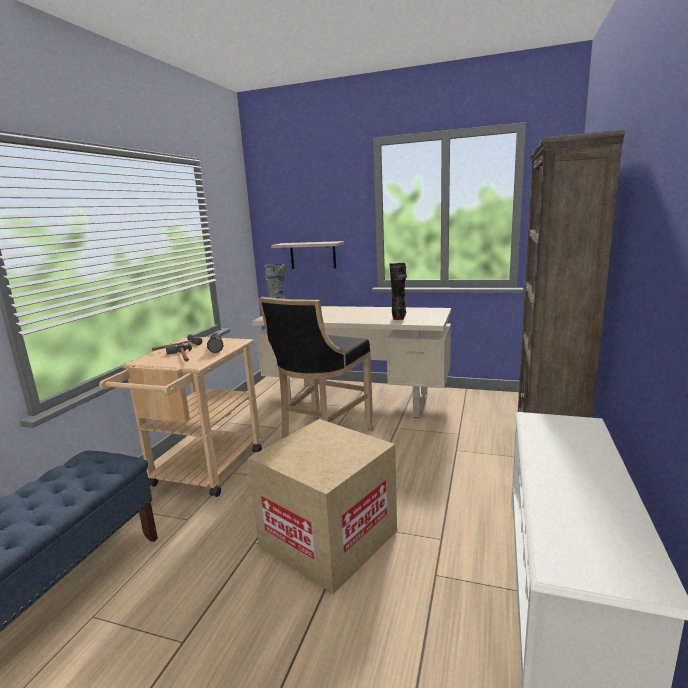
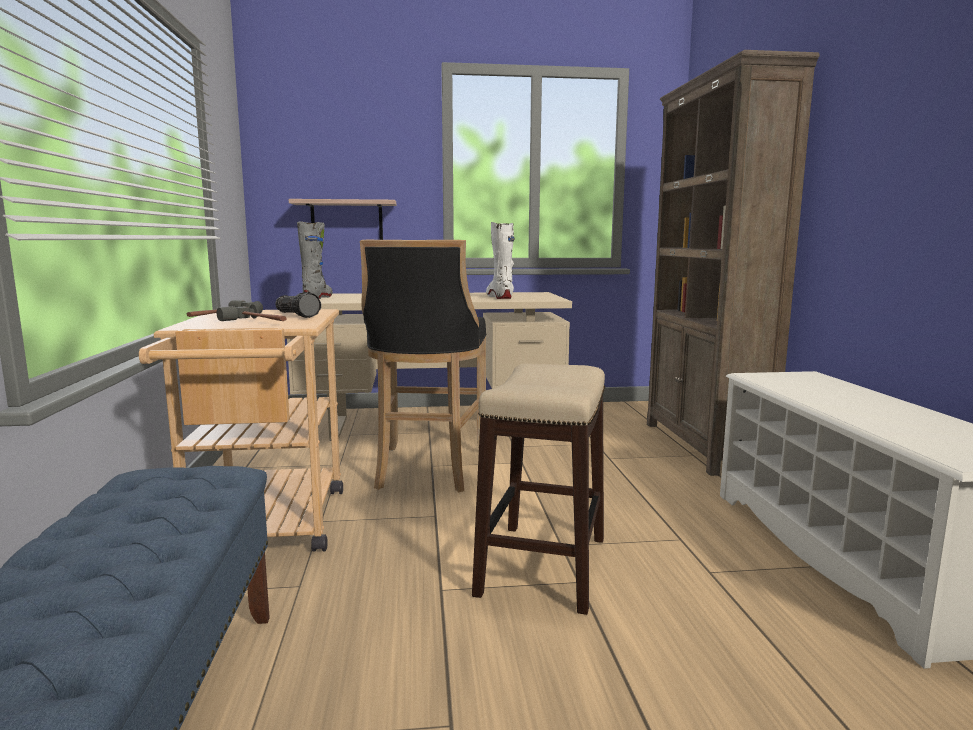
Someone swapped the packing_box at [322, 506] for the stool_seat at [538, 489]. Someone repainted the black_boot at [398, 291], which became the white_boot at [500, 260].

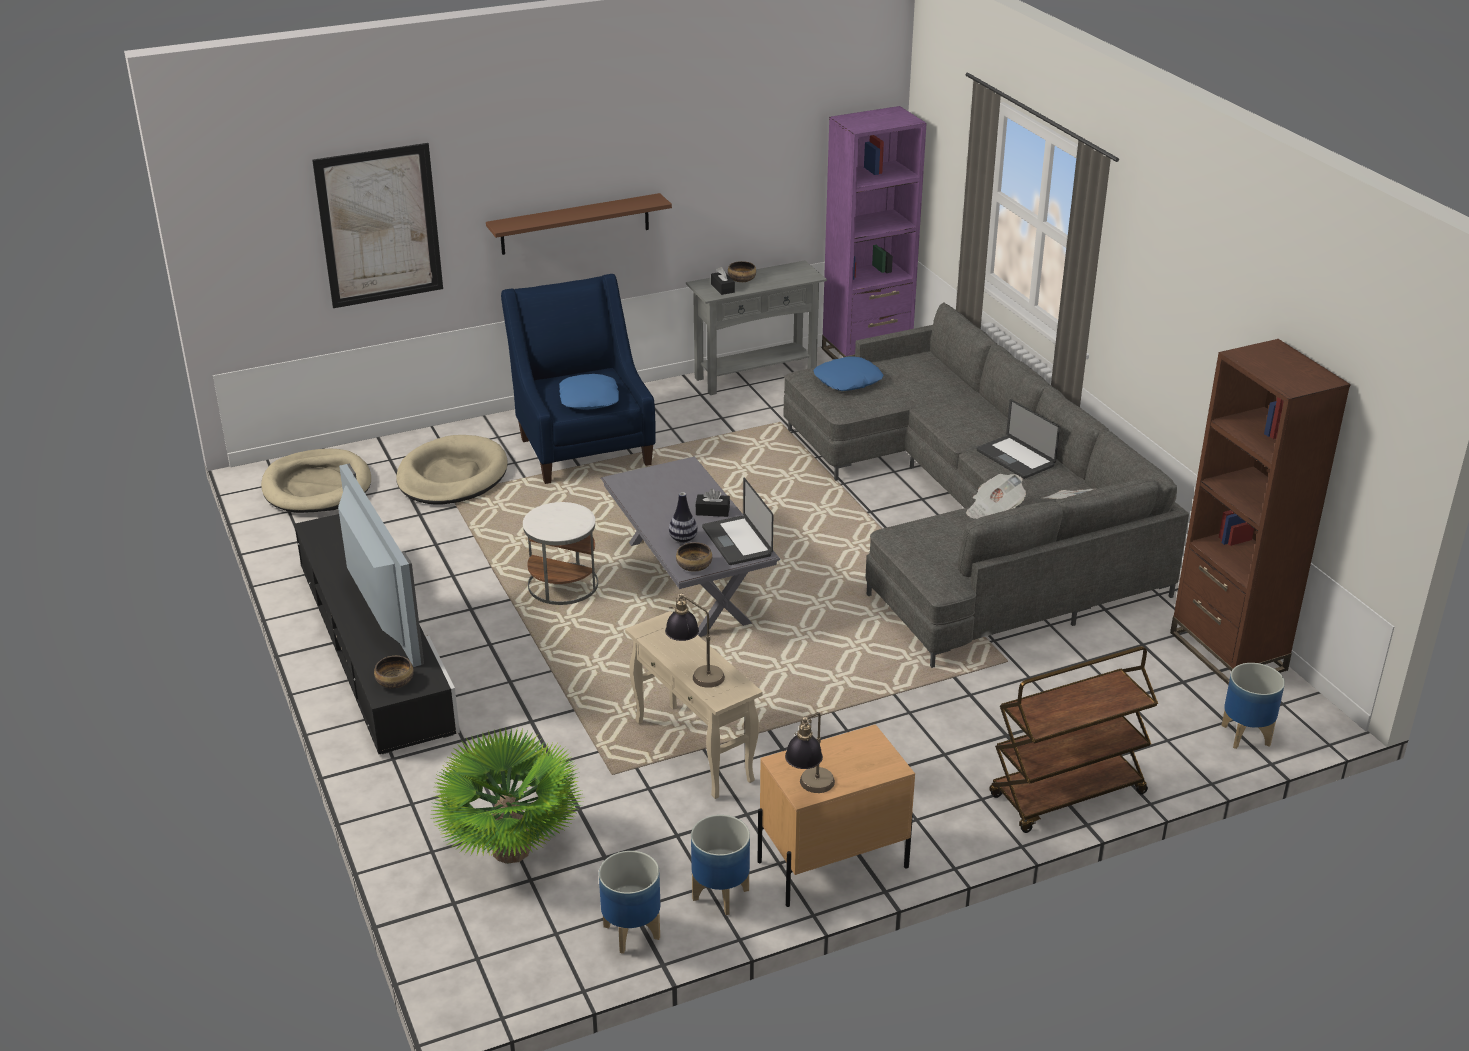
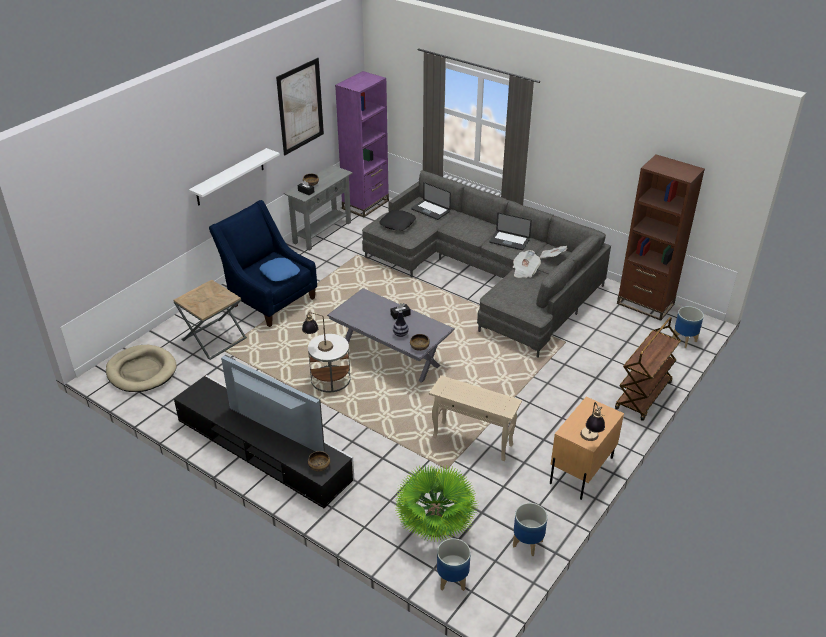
Someone swapped the beige_pet_bed at [452, 469] for the brownish_side_table at [210, 320]. Someone repainted the brownish_wall_shelf at [579, 224], which became the white_wall_shelf at [234, 177]. Someone carried the picture from [377, 225] to [300, 107]. Someone carried the lamp_for_a_table from [695, 640] to [317, 331]. Someone repainted the blue_pillow at [849, 374], which became the black_pillow at [397, 220]. Someone carried the laptop from [737, 521] to [431, 201]. Someone carried the flower_pot from [720, 865] to [454, 564].

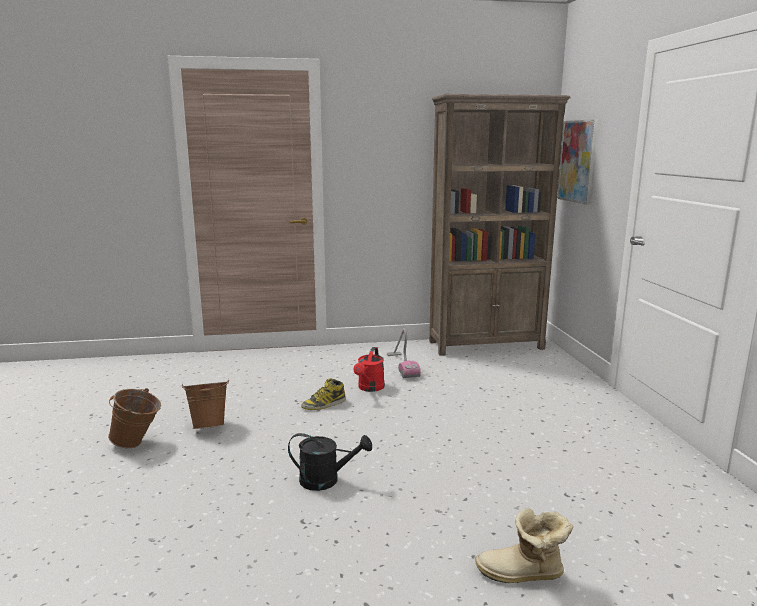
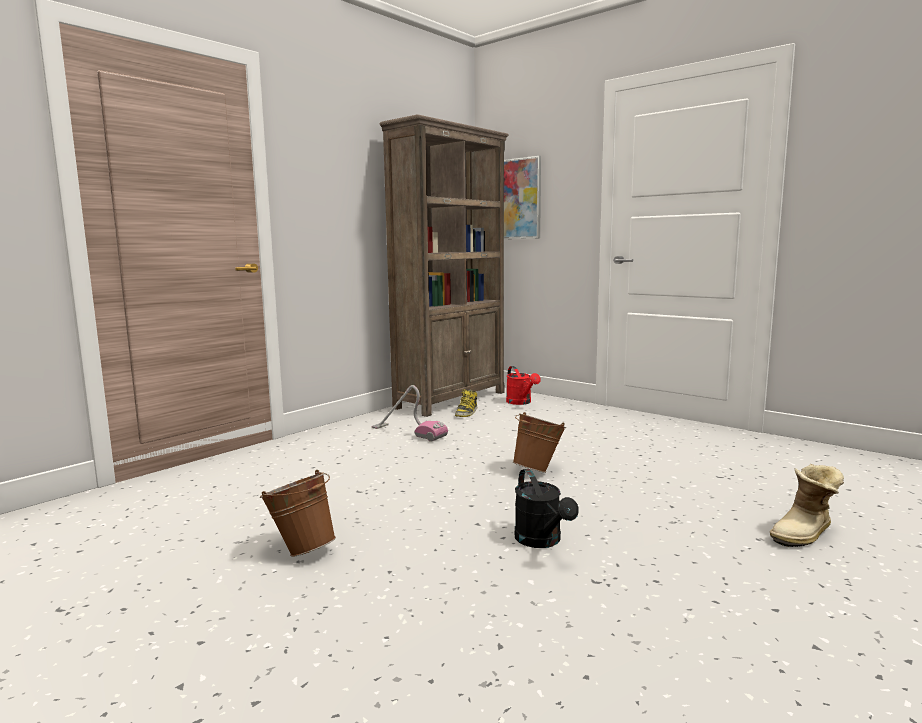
Someone carried the boot from [323, 394] to [466, 403]. Someone carried the red-coloured_watering_pot from [369, 369] to [523, 385]. Someone carried the brownish_water_bucket from [134, 418] to [539, 442]. Someone rotated the black_watering_pot at [330, 462] by 105 degrees clockwise.

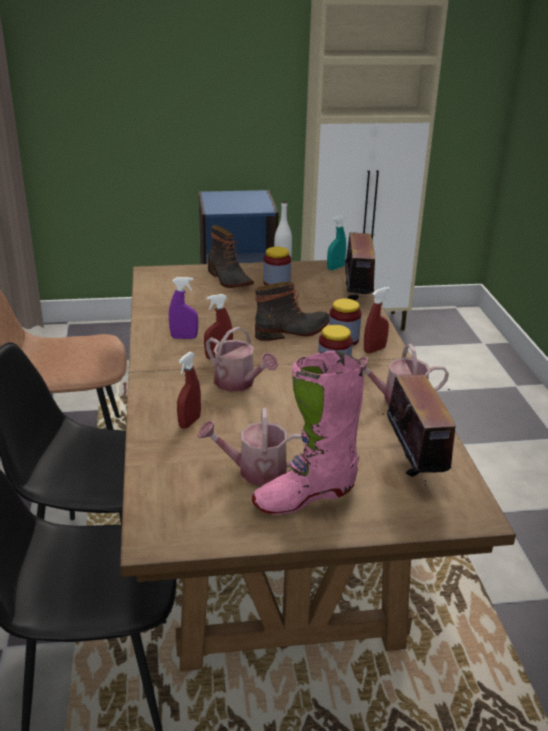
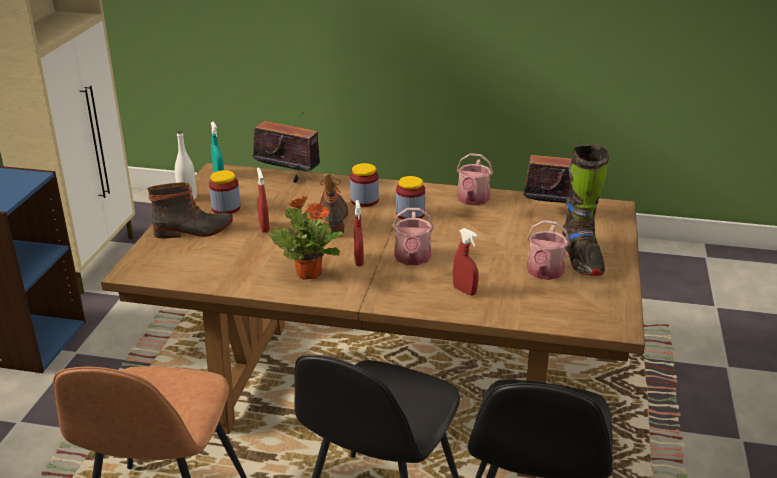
Someone carried the red-coloured_hand_sprayer from [377, 320] to [263, 200]. Someone swapped the purple_hand_sprayer at [183, 308] for the houseplant at [305, 237]. Someone rotated the watering_pot at [242, 359] by 120 degrees clockwise. Someone repainted the pinkish_boot at [308, 433], which became the black_boot at [586, 210].

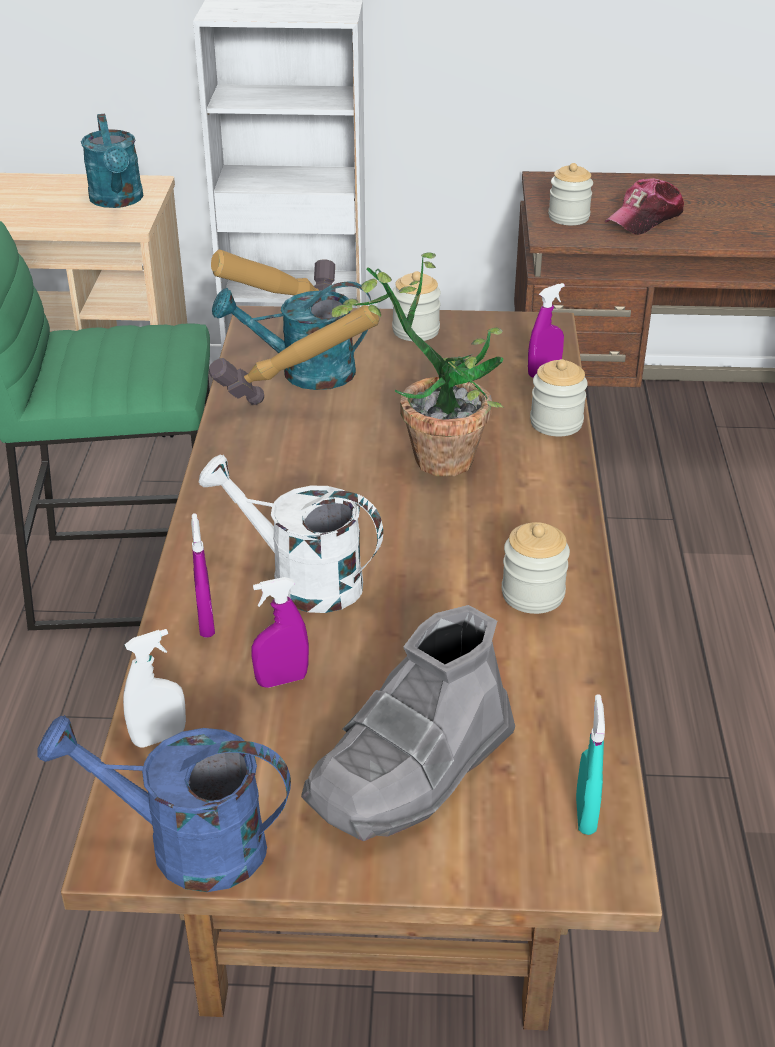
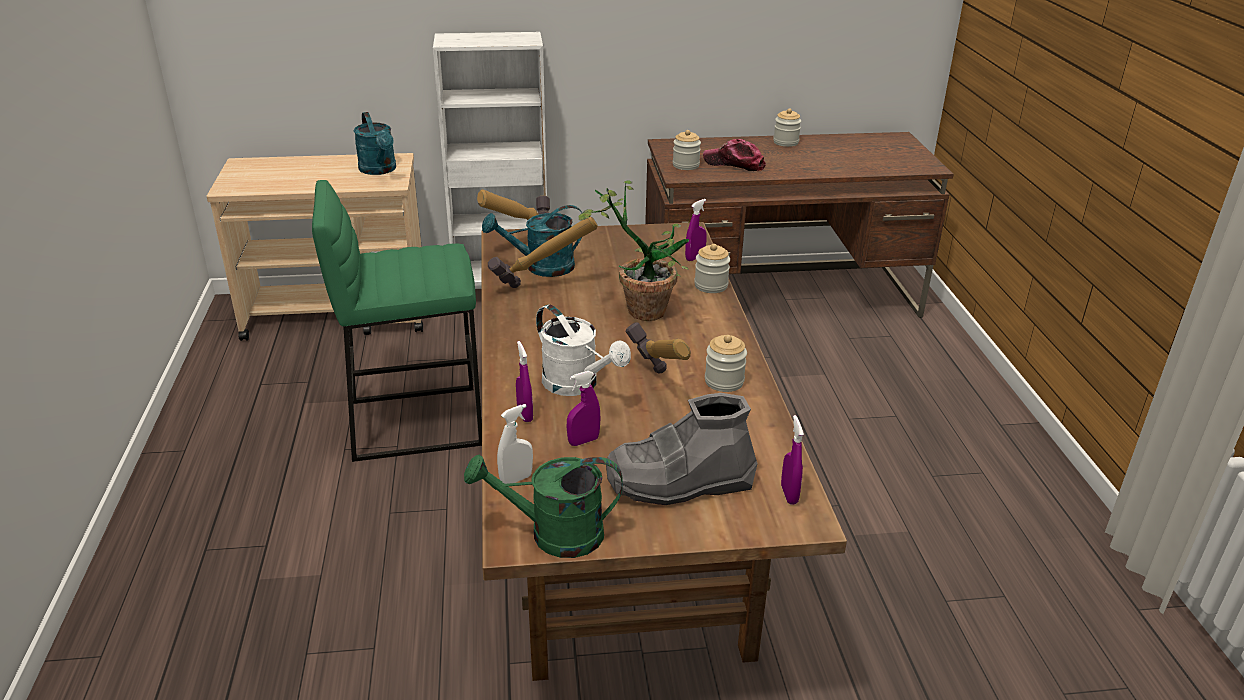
Someone repainted the blue_watering_pot at [164, 803], which became the greenish_watering_pot at [543, 506]. Someone rotated the white_watering_pot at [291, 533] by 150 degrees counterclockwise. Someone rotated the gray_boot at [408, 723] by 45 degrees clockwise. Someone put down the hammer at [658, 348]. Someone rotated the baseball_cap at [644, 206] by 75 degrees clockwise. Someone carried the preserve_jar from [416, 306] to [787, 127]. Someone repainted the blue-green_hand_sprayer at [590, 764], which became the purple_hand_sprayer at [792, 459].

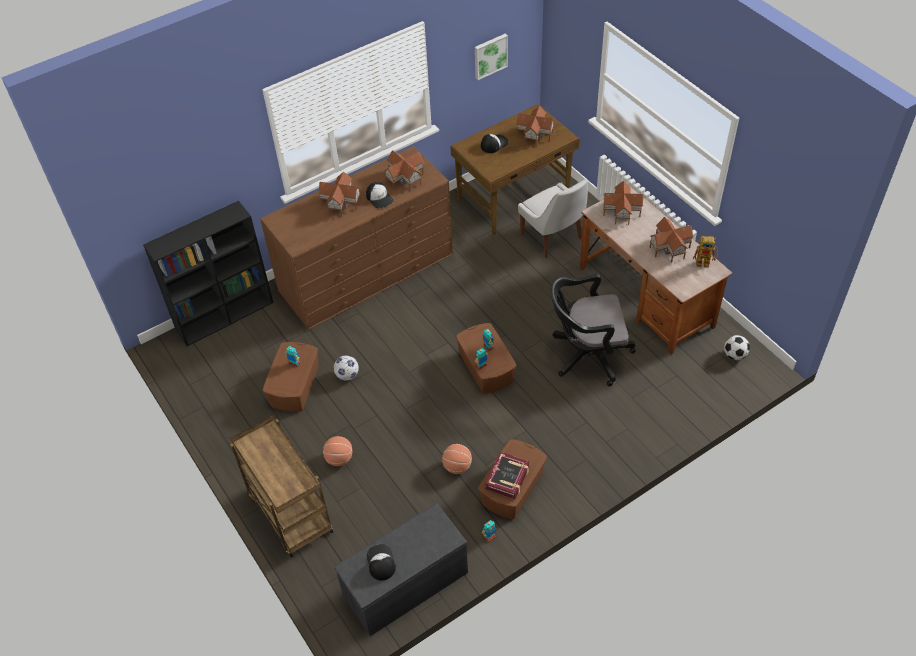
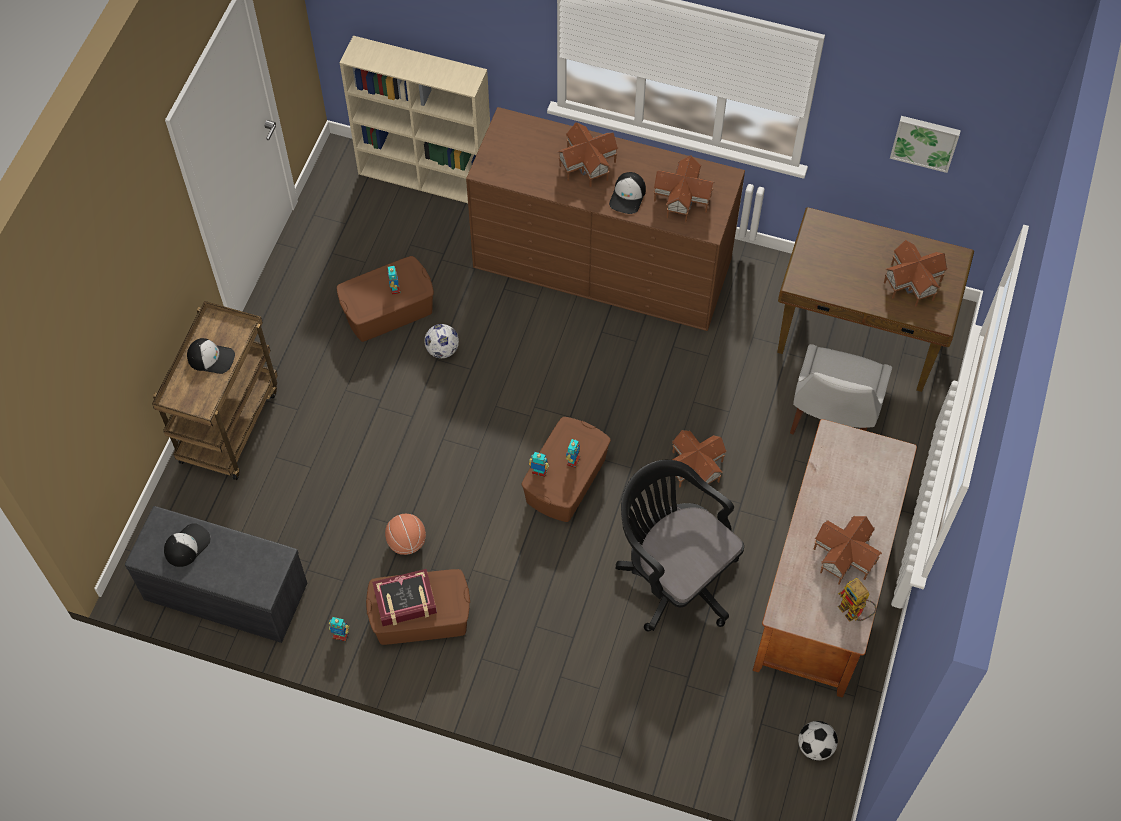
Someone carried the baseball_cap from [494, 143] to [211, 356]. Someone repainted the black_bookcase at [208, 273], which became the beige_bookcase at [415, 119]. Someone carried the toy_house from [623, 202] to [699, 458]. Someone took away the ball_for_basketball at [338, 451].

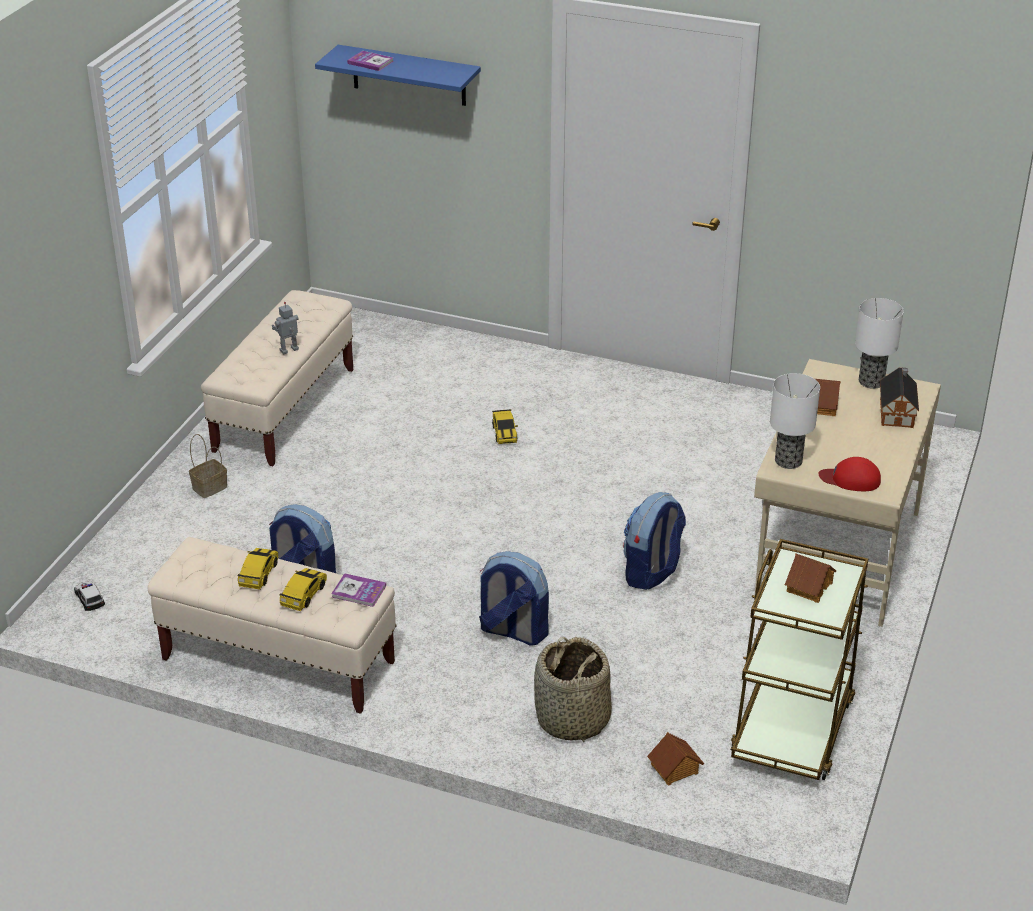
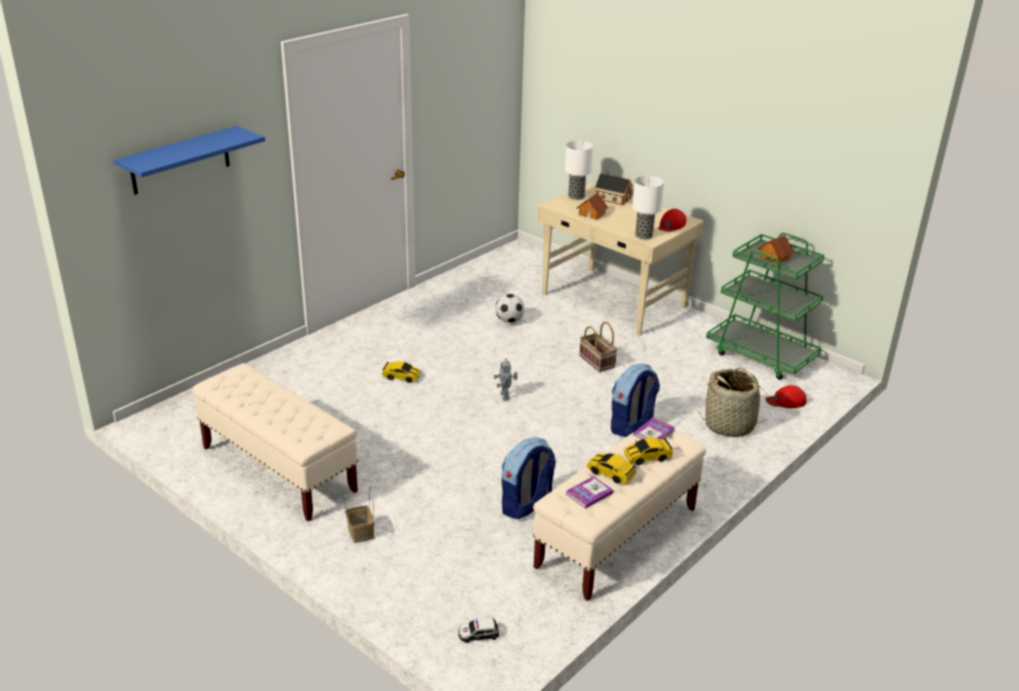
Someone carried the robot_figure from [285, 328] to [506, 380]. Someone put down the ball_for_football at [509, 308]. Someone carried the bound_book from [370, 61] to [590, 492]. Someone swapped the knapsack at [654, 541] for the household_basket at [598, 347]. Someone rotated the toy_car at [303, 589] by 60 degrees counterclockwise. Someone repainted the brownish_cart at [799, 659], which became the greenish_cart at [765, 306]. Someone swapped the toy_house at [675, 759] for the red-coloured_baseball_cap at [786, 396].

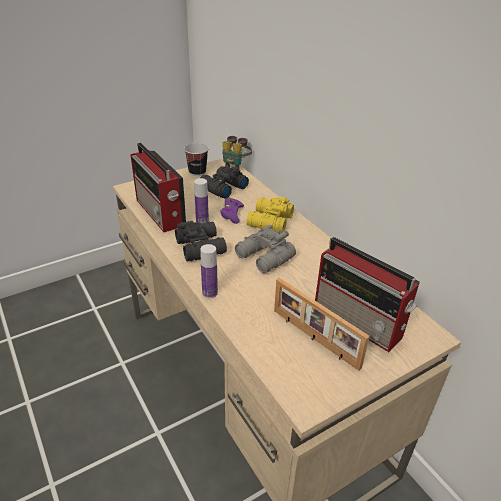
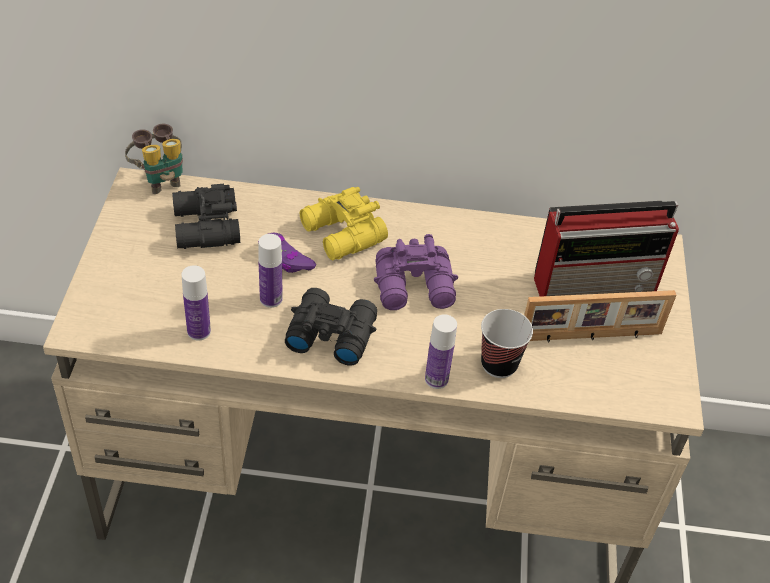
Someone swapped the radio_set at [158, 187] for the bottle at [196, 303]. Someone repainted the gray_pair_of_binoculars at [265, 249], which became the purple_pair_of_binoculars at [416, 272]. Someone carried the cup from [196, 159] to [507, 343].

